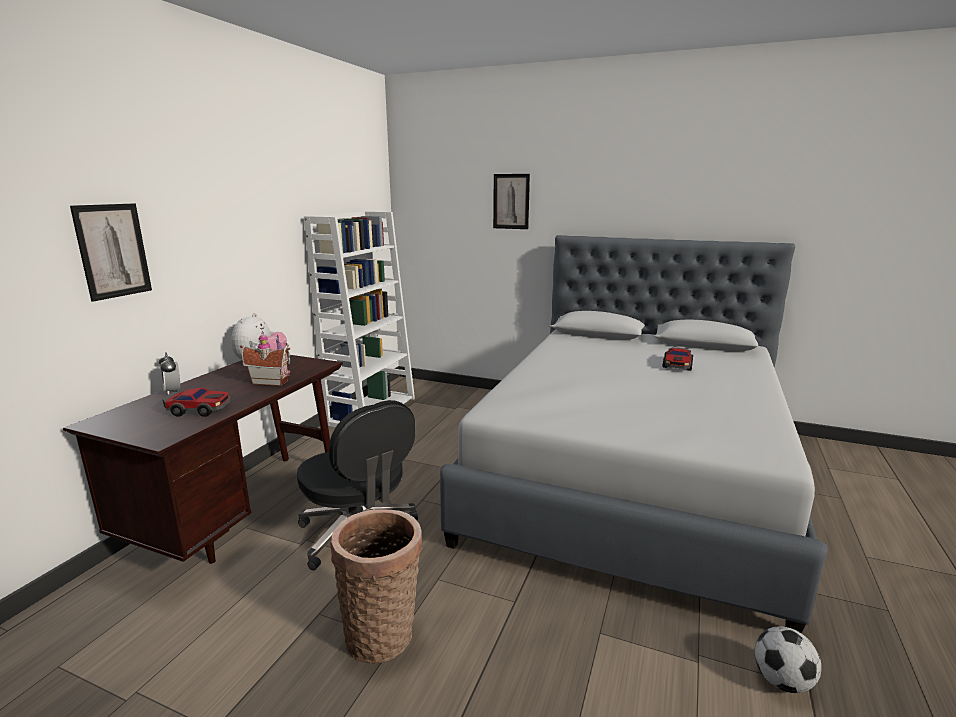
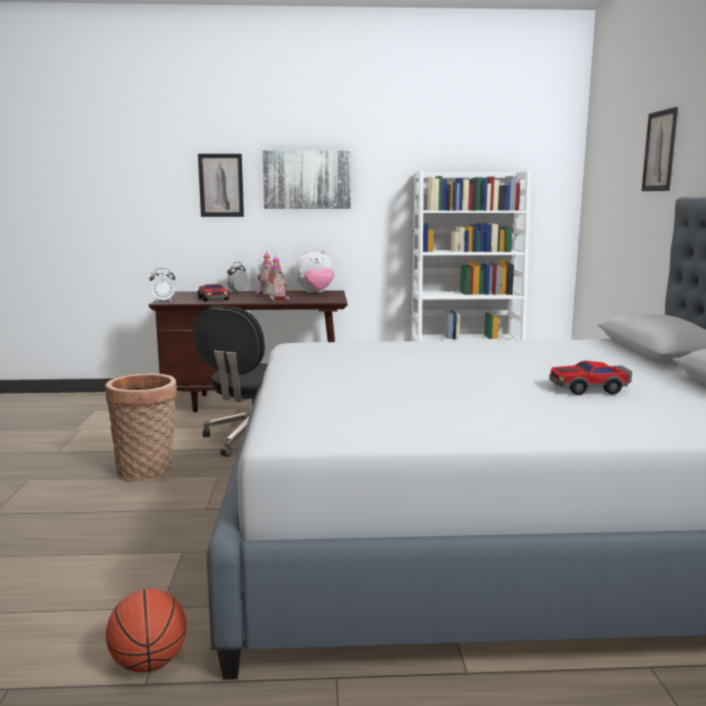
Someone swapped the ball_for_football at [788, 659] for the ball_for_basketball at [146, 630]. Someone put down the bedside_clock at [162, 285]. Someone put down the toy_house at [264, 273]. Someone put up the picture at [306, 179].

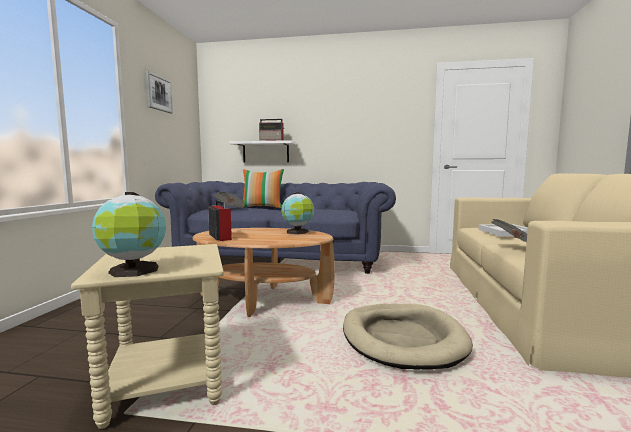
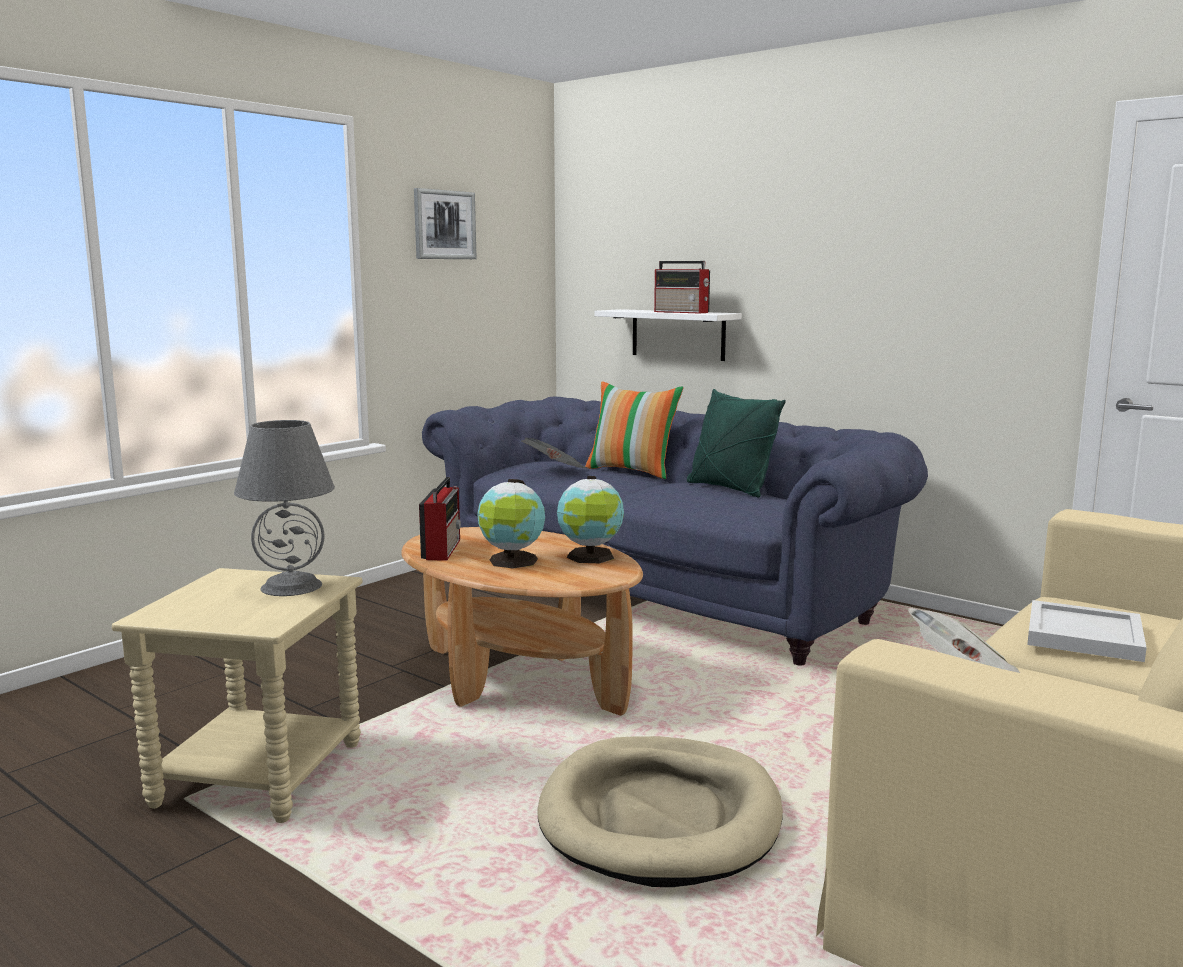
Someone put down the gray_lamp_for_a_table at [284, 508]. Someone carried the globe from [129, 234] to [511, 523]. Someone put down the greenish_pillow at [736, 443].

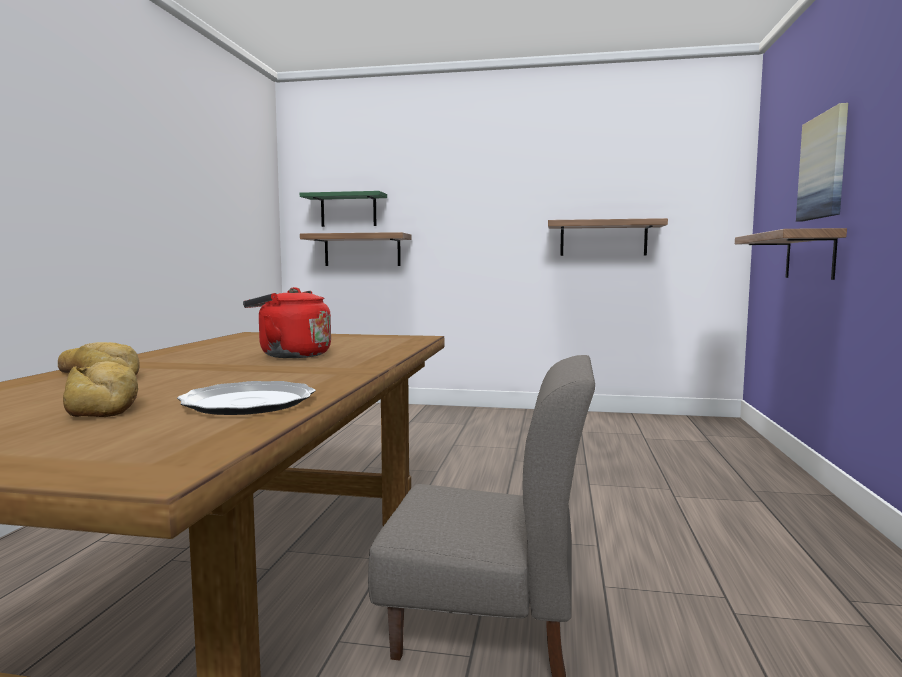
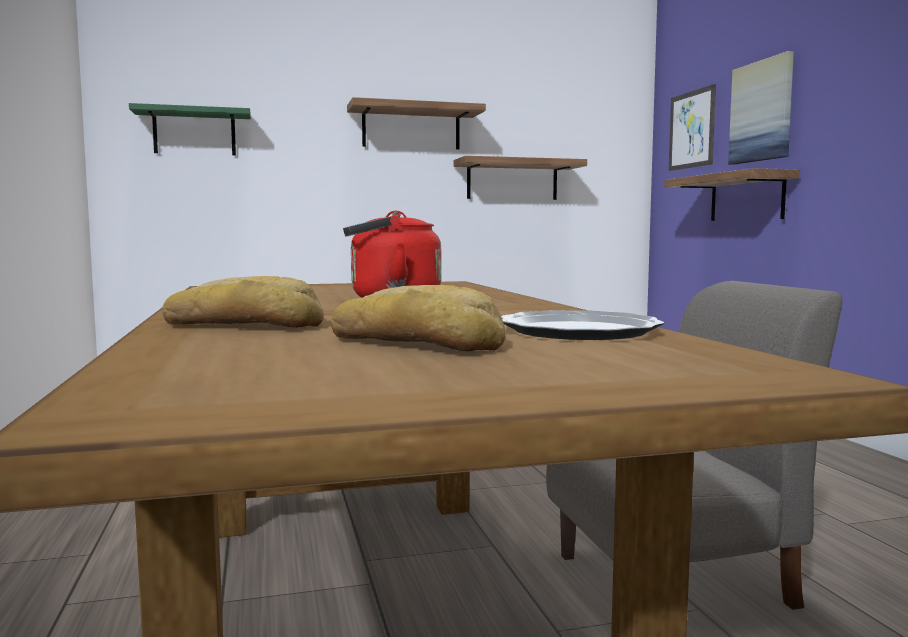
Someone carried the wall_shelf from [356, 249] to [416, 123]. Someone put up the picture at [692, 127].

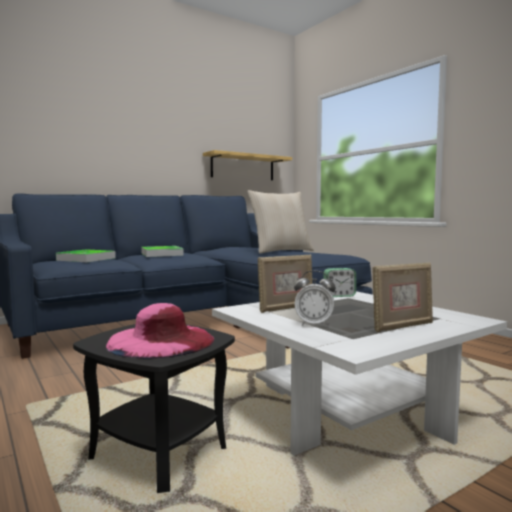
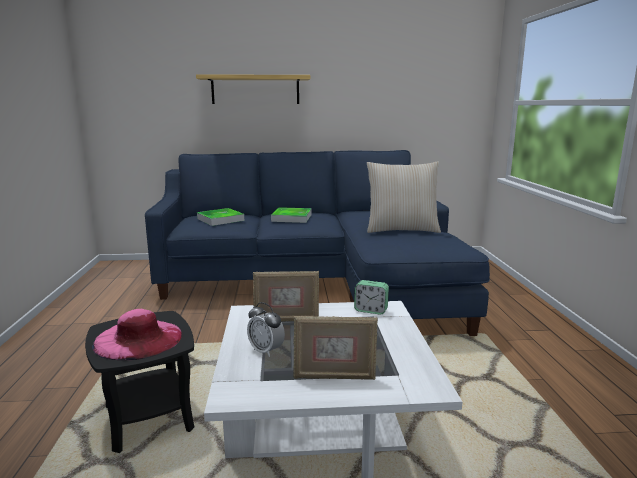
Someone carried the wall_shelf from [247, 165] to [253, 89].

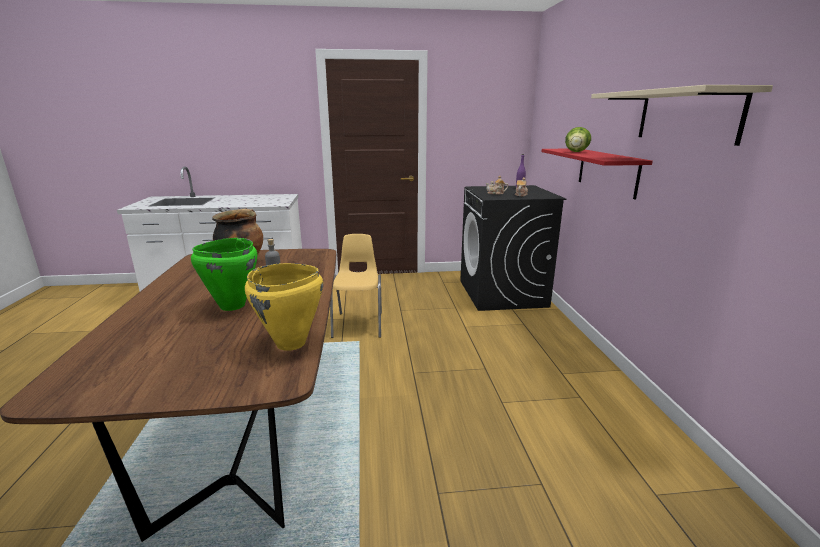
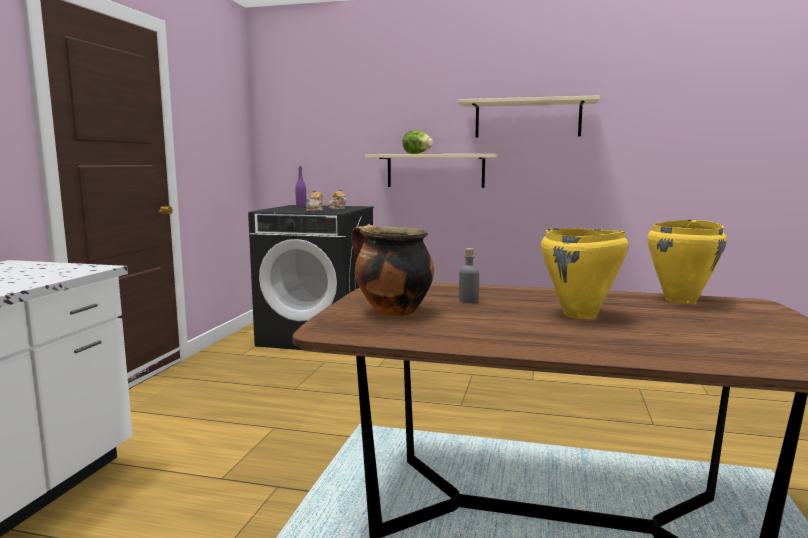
Someone repainted the red-coloured_wall_shelf at [597, 174], which became the beige_wall_shelf at [431, 171]. Someone repainted the greenish_stockpot at [224, 274], which became the yellowish_stockpot at [584, 273]. Someone took away the yellowish_chair at [356, 286].

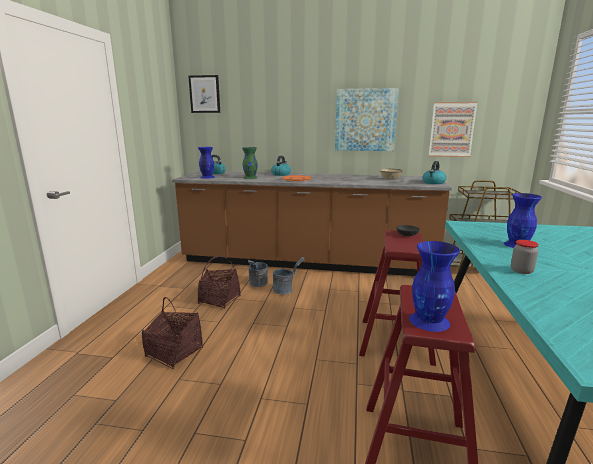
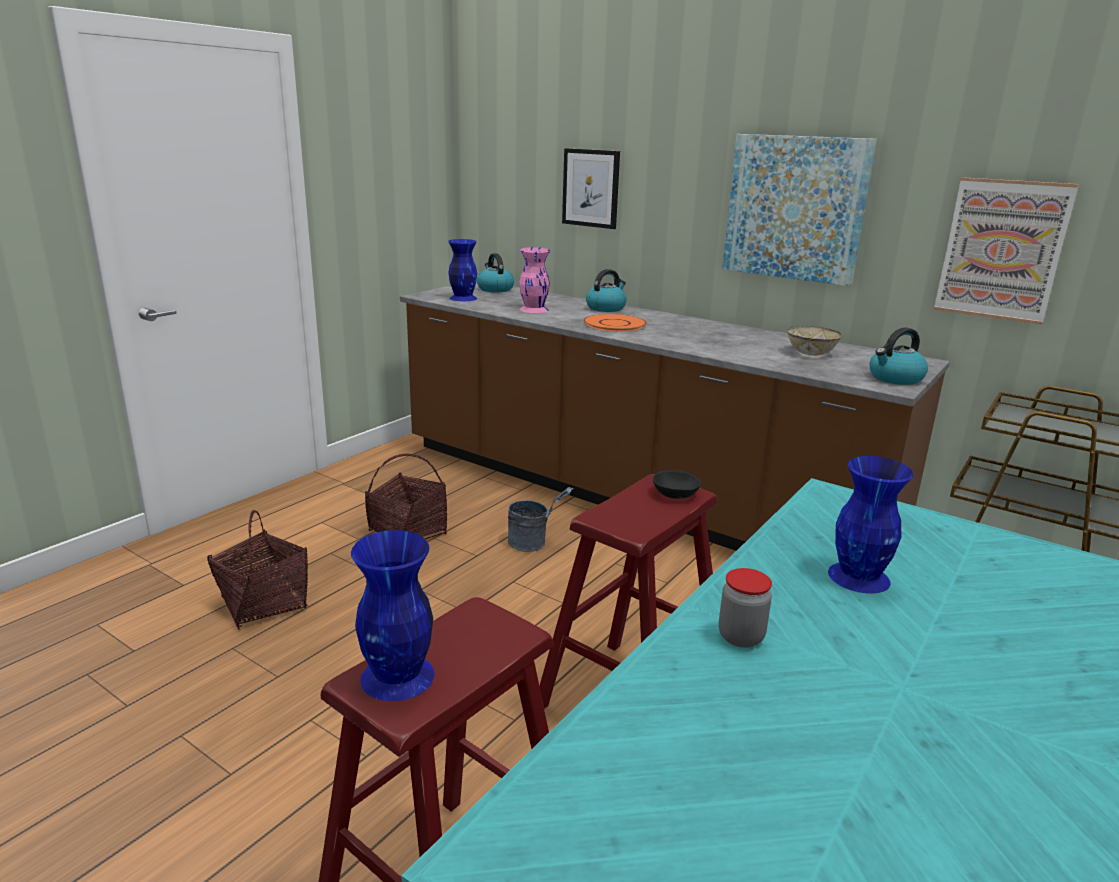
Someone repainted the greenish_decorative_vase at [250, 163], which became the pinkish_decorative_vase at [534, 280]. Someone carried the picture from [204, 94] to [591, 188]. Someone took away the gray_water_bucket at [258, 273].

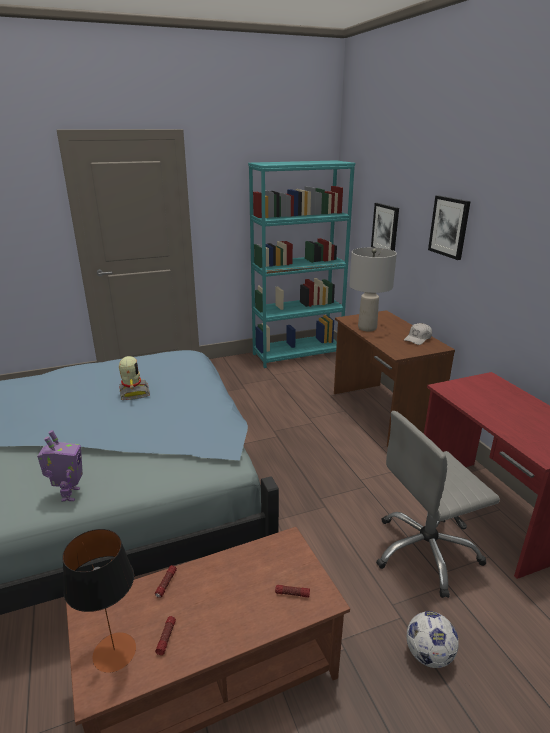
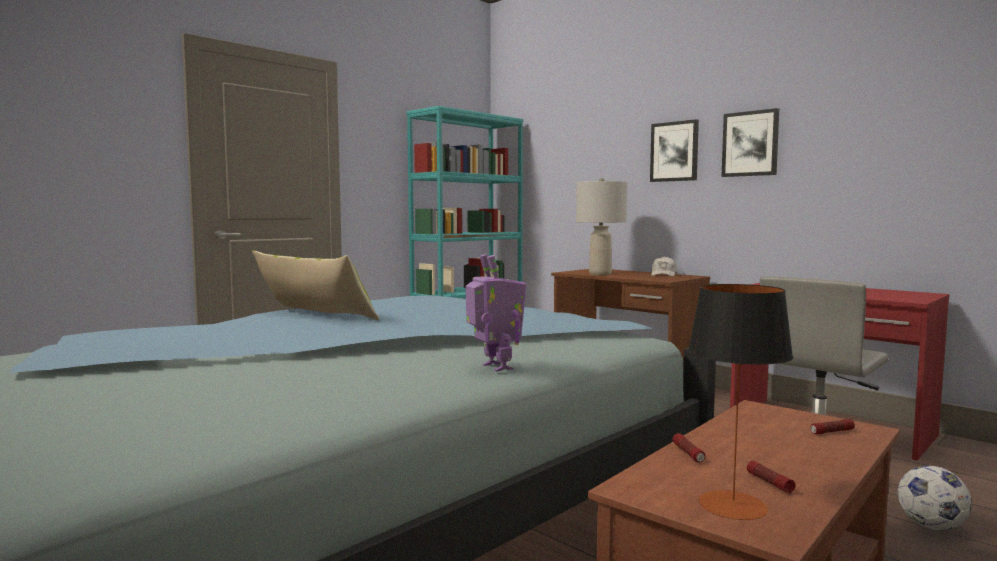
Someone put down the pillow at [315, 285]. Someone carried the picture from [385, 227] to [750, 142]. Someone took away the robot_figure at [134, 378].

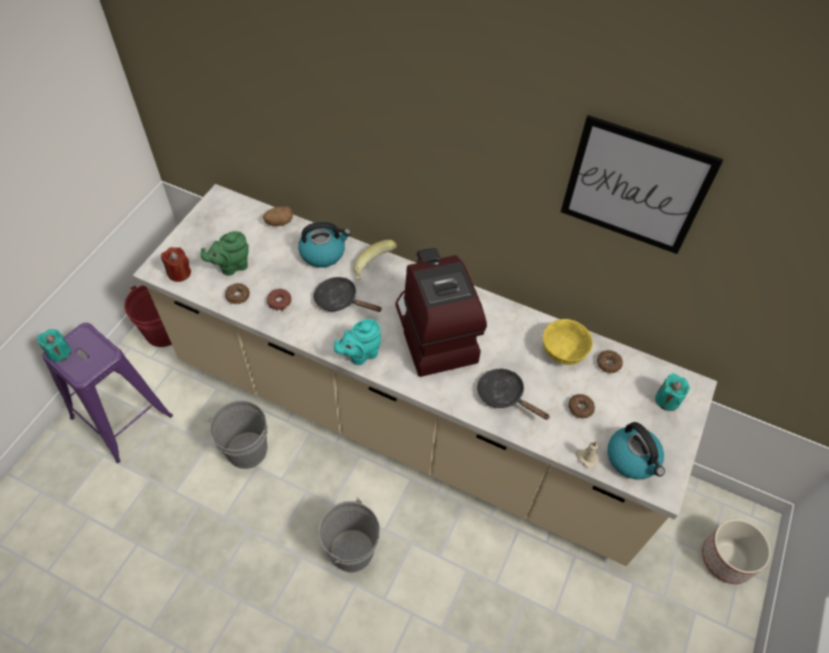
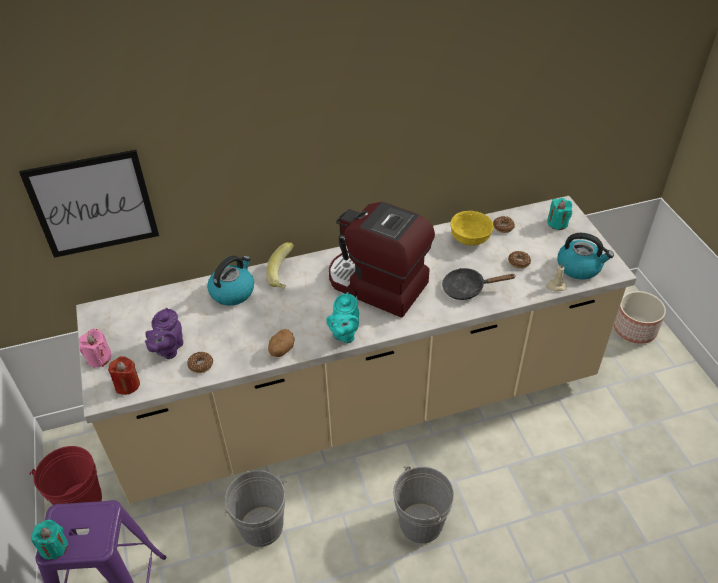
Someone carried the picture from [642, 184] to [89, 204]. Someone put down the pinkish_candle at [95, 348]. Someone repainted the greenish_tea_pot at [225, 253], which became the purple_tea_pot at [164, 333]. Someone carried the potato from [278, 216] to [281, 343]. Someone took away the donut at [279, 300]. Someone took away the black_skillet at [347, 294].

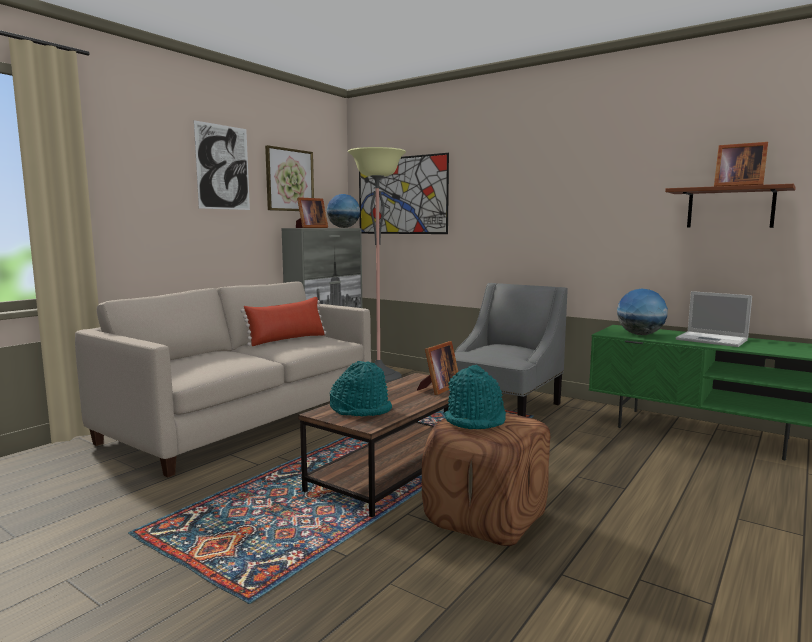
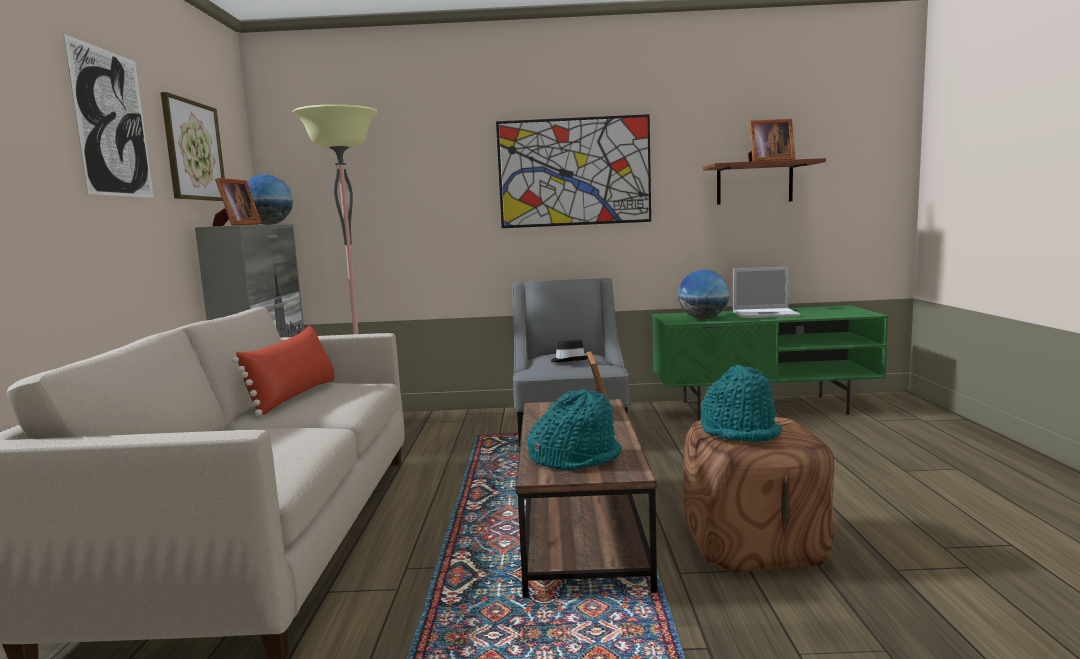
Someone carried the picture from [404, 193] to [573, 171]. Someone put down the black_wearable_hat at [569, 351].

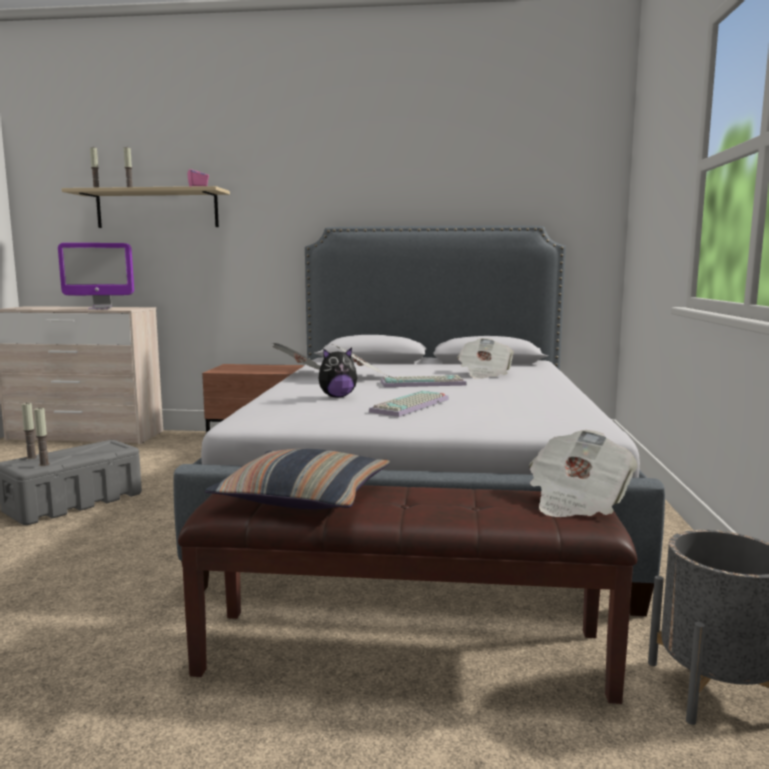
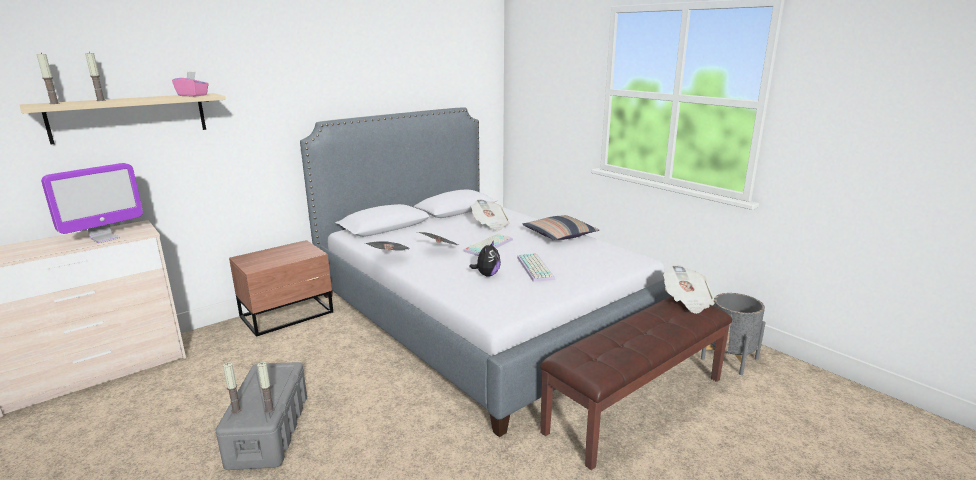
Someone carried the pillow from [297, 479] to [561, 227].

